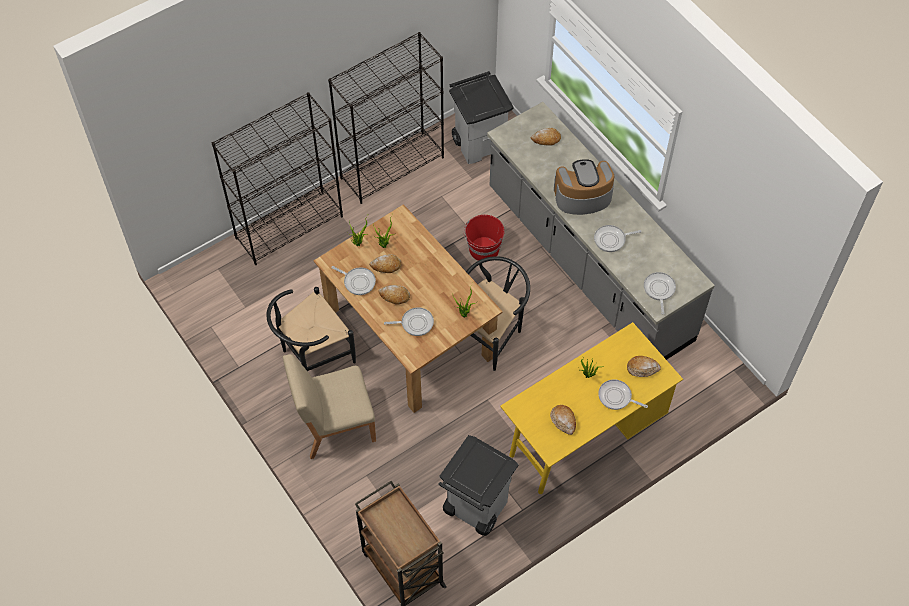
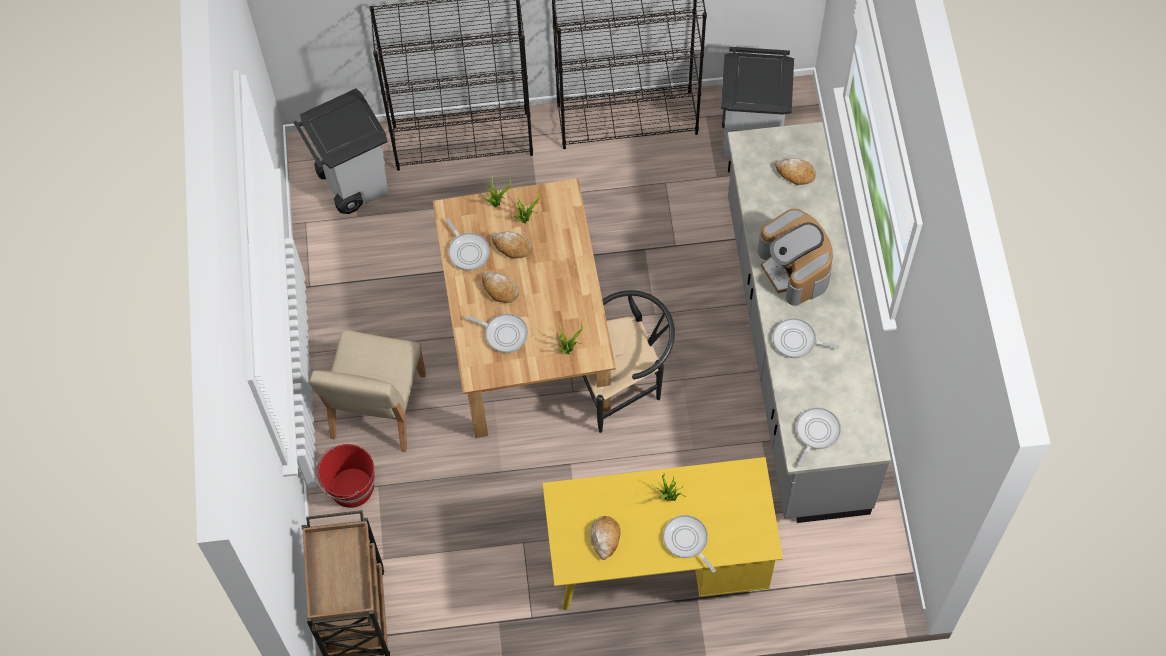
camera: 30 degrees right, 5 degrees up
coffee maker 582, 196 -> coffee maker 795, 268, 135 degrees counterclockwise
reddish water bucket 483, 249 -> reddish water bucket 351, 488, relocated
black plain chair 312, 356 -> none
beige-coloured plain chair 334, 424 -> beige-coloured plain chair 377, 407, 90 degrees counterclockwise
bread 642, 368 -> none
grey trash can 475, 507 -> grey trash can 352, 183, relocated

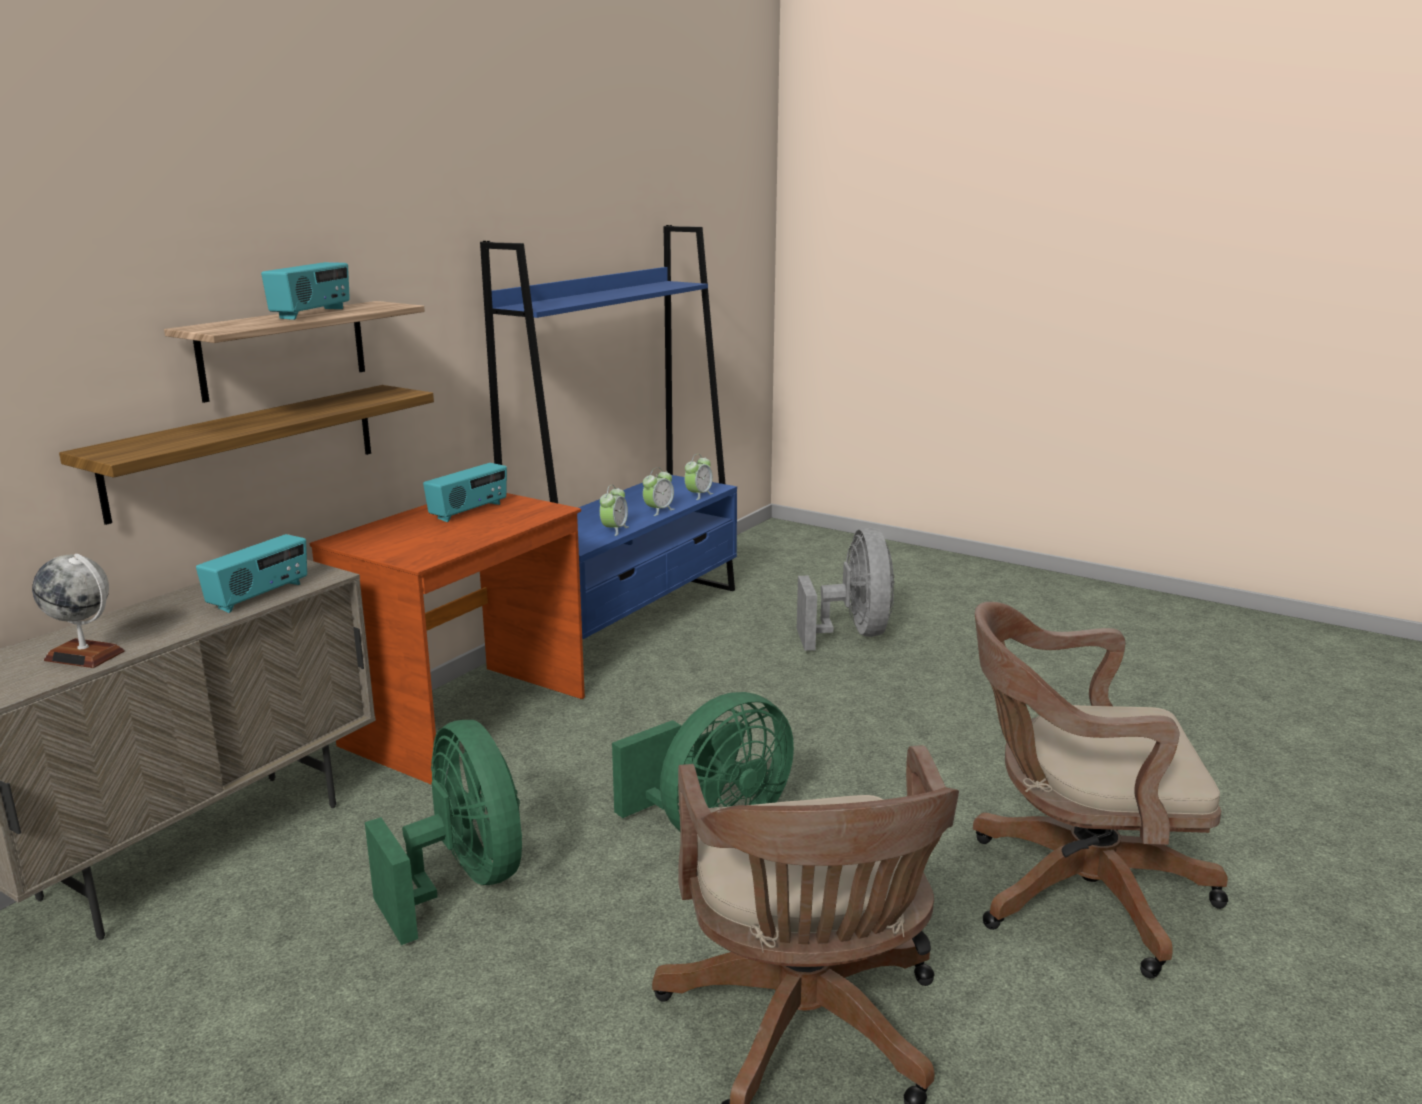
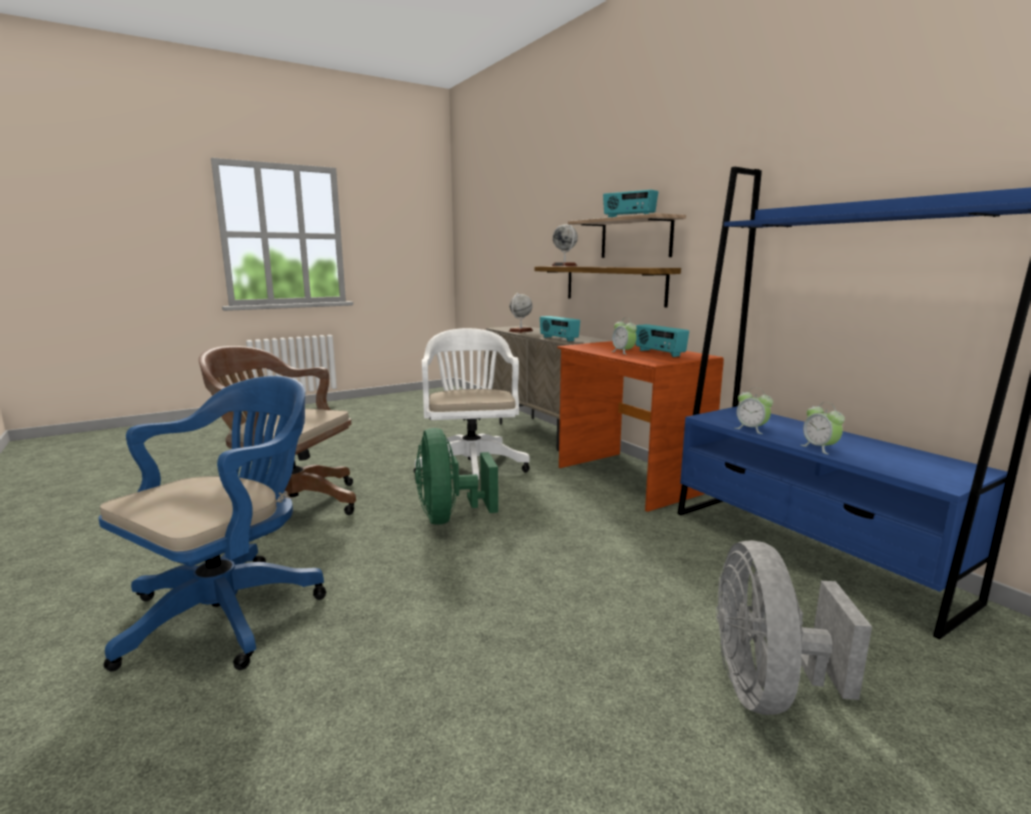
camera: 115 degrees right, 5 degrees down
table clock 698, 495 -> table clock 623, 352, relocated
grey cooling fan 853, 634 -> grey cooling fan 767, 689, 75 degrees clockwise
brownish desk chair 1073, 892 -> blue-coloured desk chair 231, 610
greenish cooling fan 462, 882 -> whitish desk chair 471, 465
none -> desk globe 564, 266

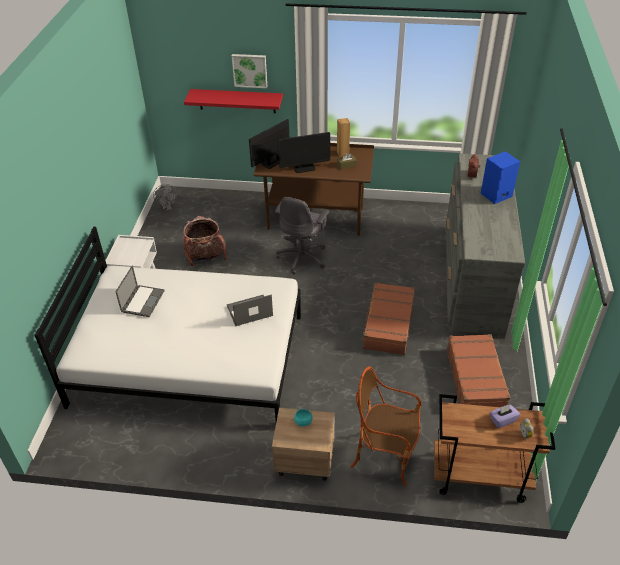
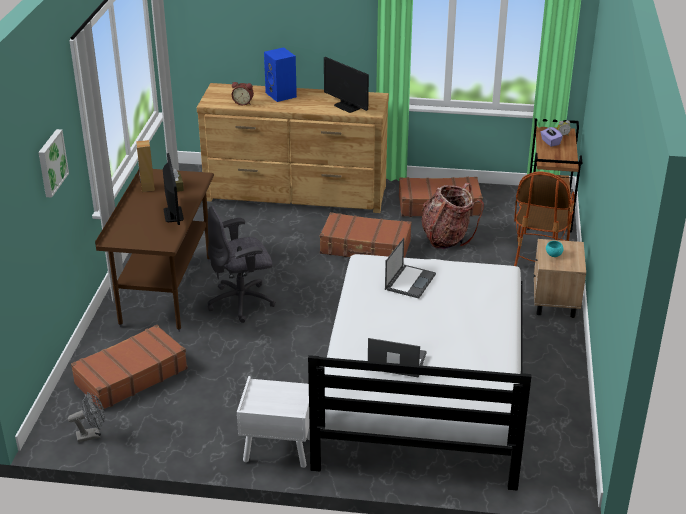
camera: 90 degrees left, 10 degrees down
reddish shelf 237, 101 -> none
computer screen 272, 162 -> computer screen 347, 107, relocated
grey drawer chest 473, 278 -> brownish drawer chest 296, 194
grey desk chair 303, 257 -> grey desk chair 242, 302, 135 degrees clockwise
rucksack 206, 257 -> rucksack 446, 238, relocated
portable computer 249, 311 -> portable computer 410, 281, 135 degrees counterclockwise
none -> brownish travel case 130, 376

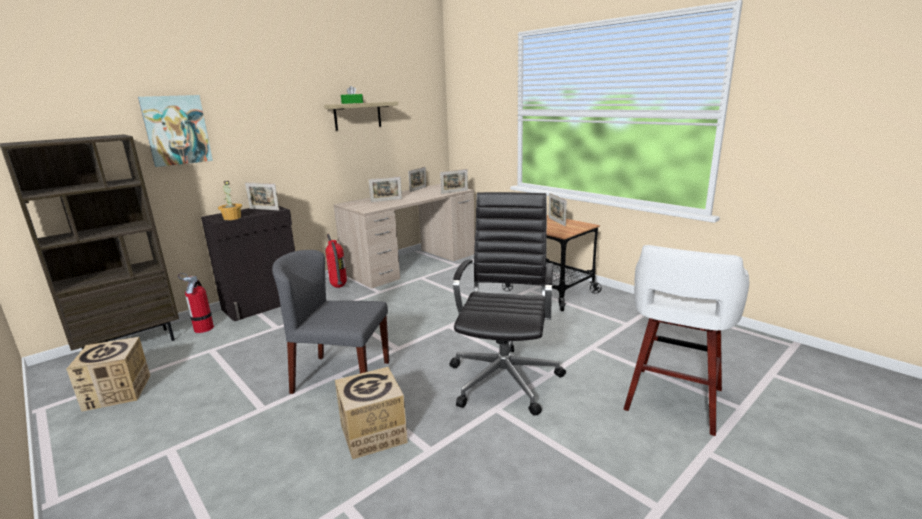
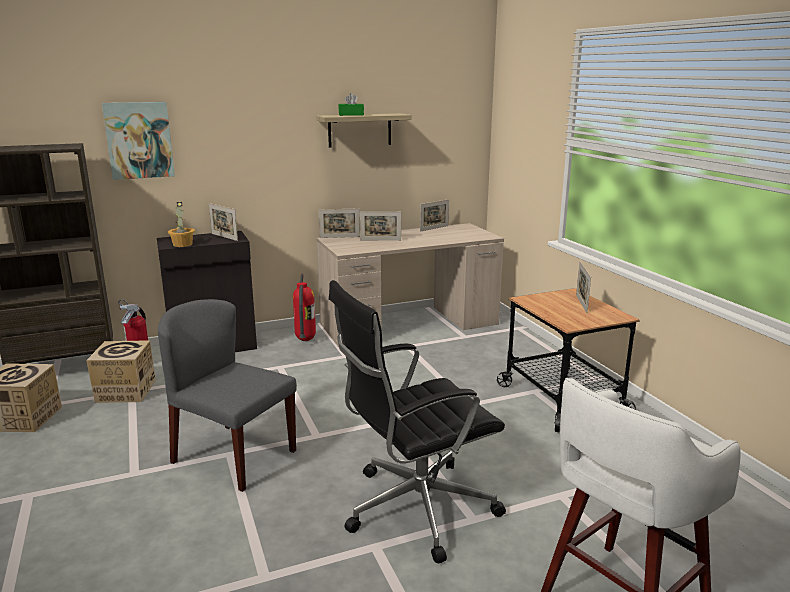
camera: 20 degrees right, 0 degrees up
picture frame 454, 192 -> picture frame 339, 237, relocated
black desk chair 505, 378 -> black desk chair 415, 508, 150 degrees counterclockwise
cardboard box 373, 433 -> cardboard box 125, 391, relocated

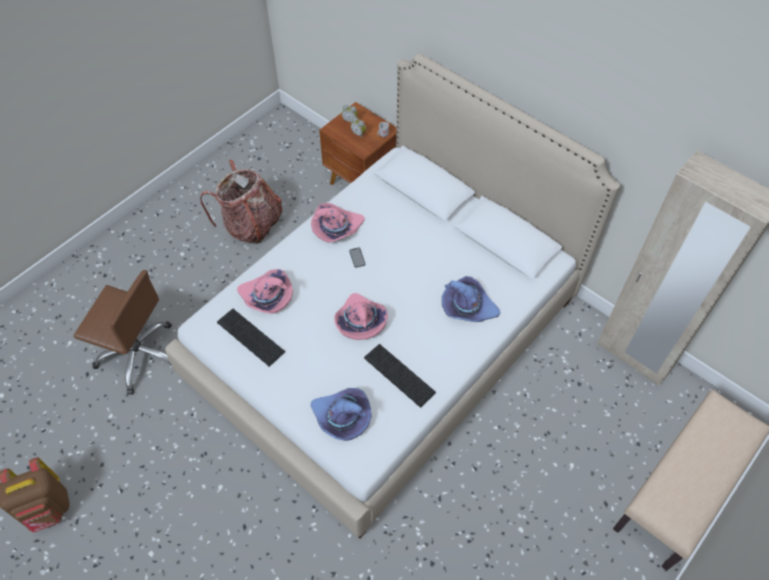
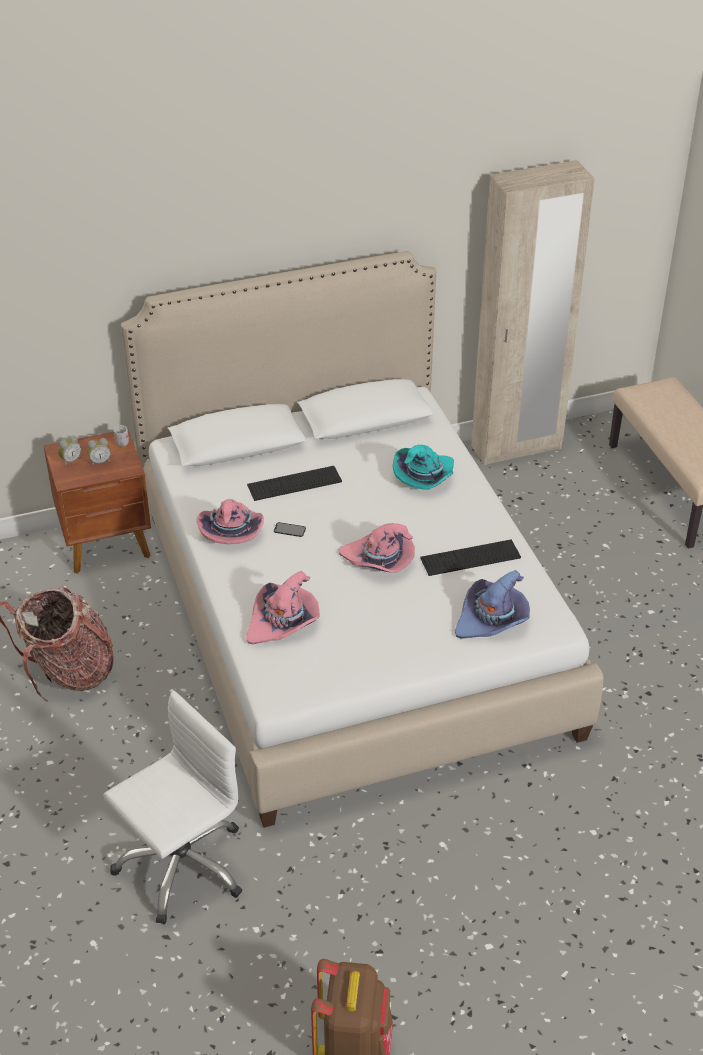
camera: 60 degrees left, 15 degrees down
brownish desk chair 139, 354 -> whitish desk chair 181, 865
purplish hat 467, 307 -> blue-green hat 424, 477
PC keyboard 250, 337 -> PC keyboard 294, 483, relocated

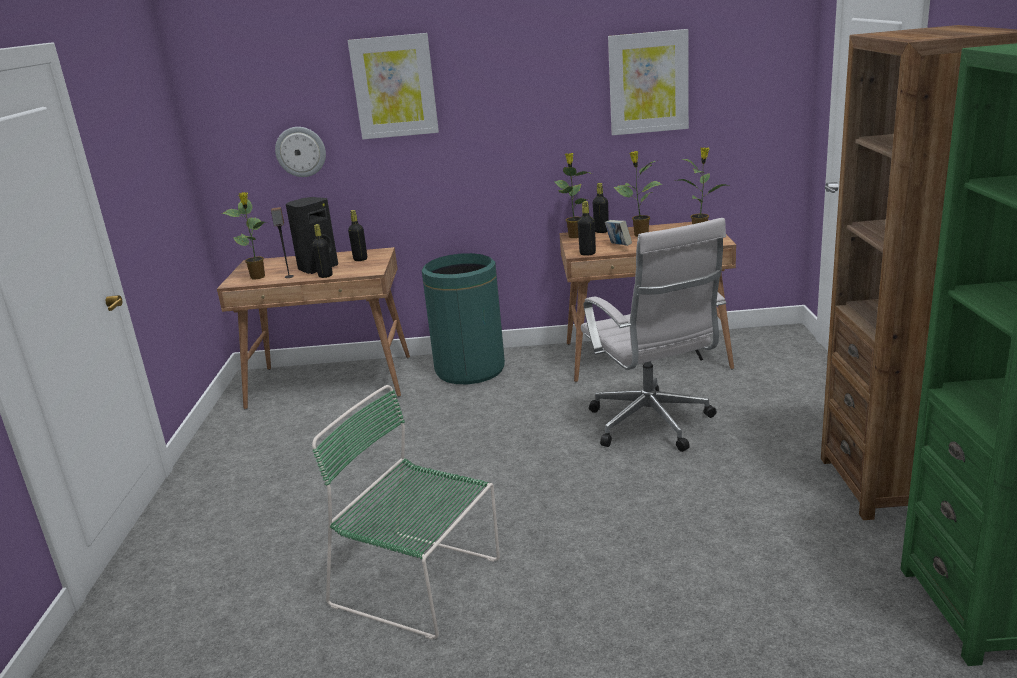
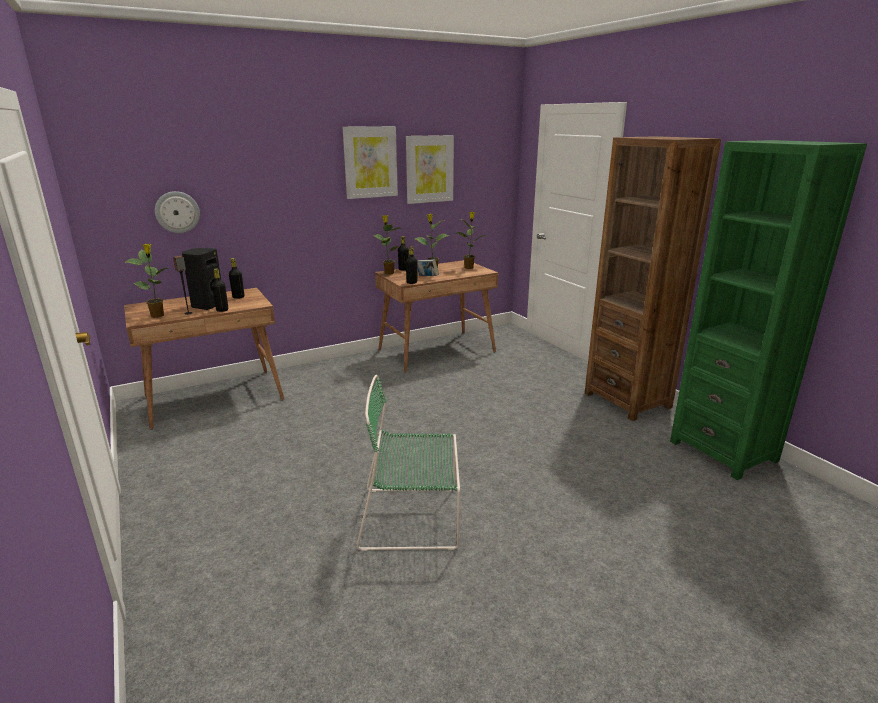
camera: 30 degrees left, 0 degrees up
wall picture 394, 86 -> wall picture 370, 162, relocated
whitish desk chair 652, 426 -> none
greenish trash can 470, 370 -> none

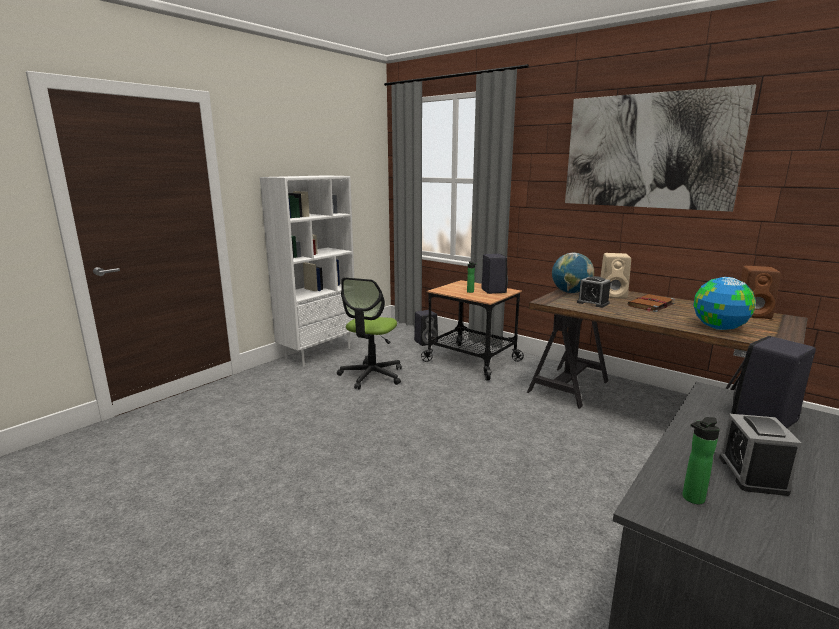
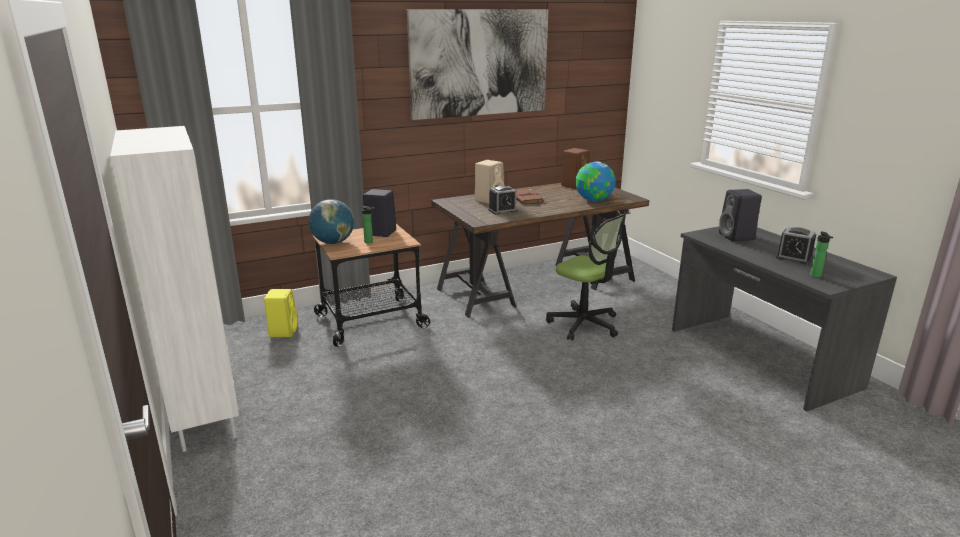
camera: 65 degrees left, 5 degrees up
desk globe 570, 292 -> desk globe 333, 242, relocated
desk chair 371, 376 -> desk chair 584, 324, relocated
black loudspeaker 426, 342 -> yellow-coloured loudspeaker 283, 331

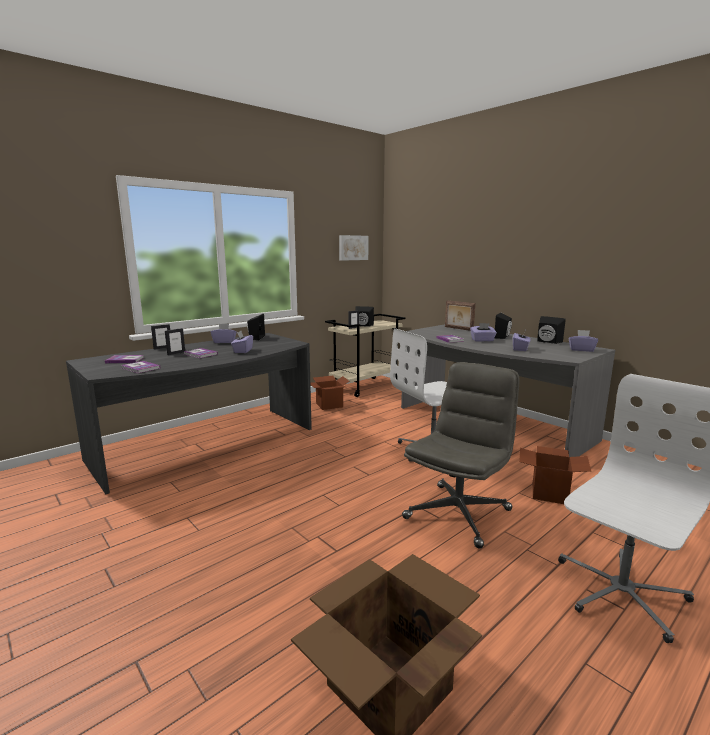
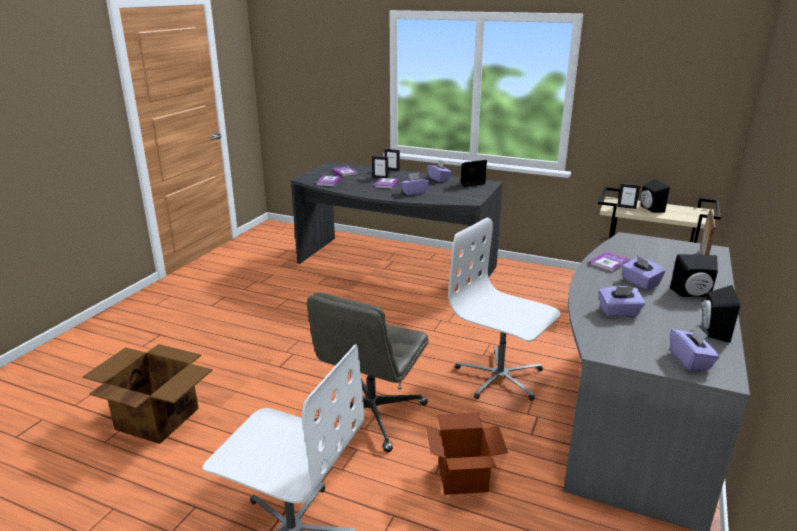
camera: 65 degrees right, 10 degrees up
wall picture 352, 247 -> none
grey desk chair 458, 513 -> grey desk chair 371, 416, 105 degrees clockwise
cardboard box 329, 405 -> none

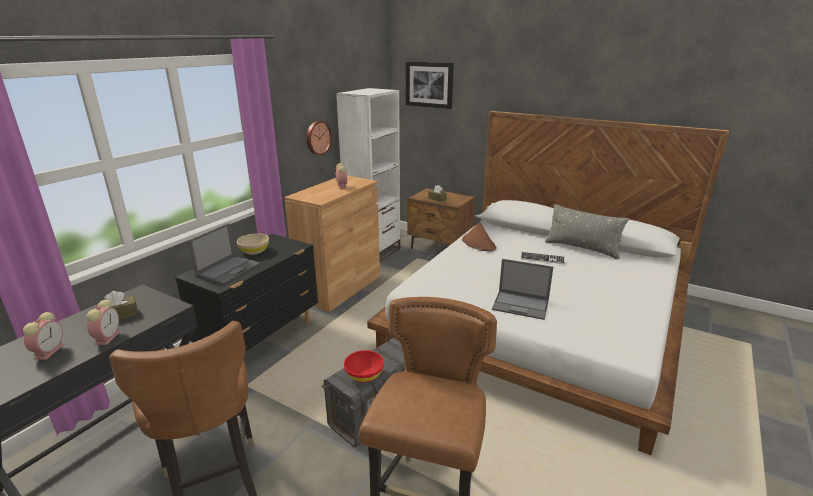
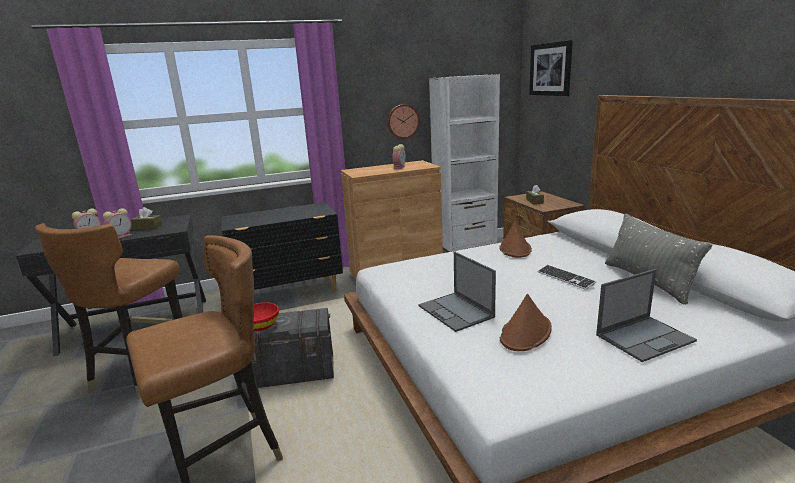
camera: 40 degrees right, 5 degrees down
portable computer 229, 269 -> portable computer 645, 337, relocated
beige-coloured serving bowl 254, 251 -> none
none -> brownish hat 525, 333

